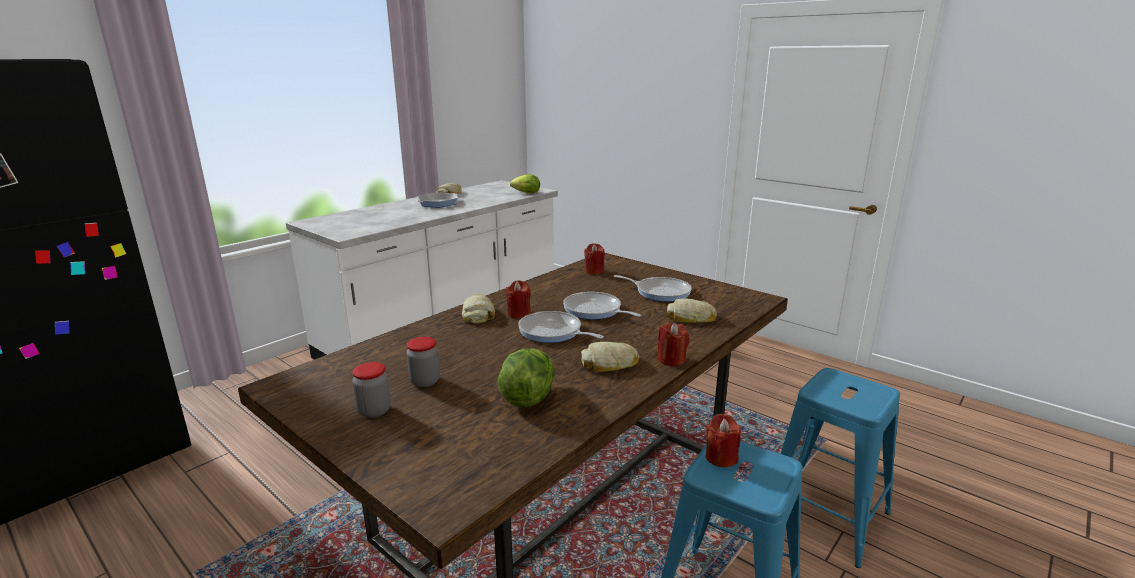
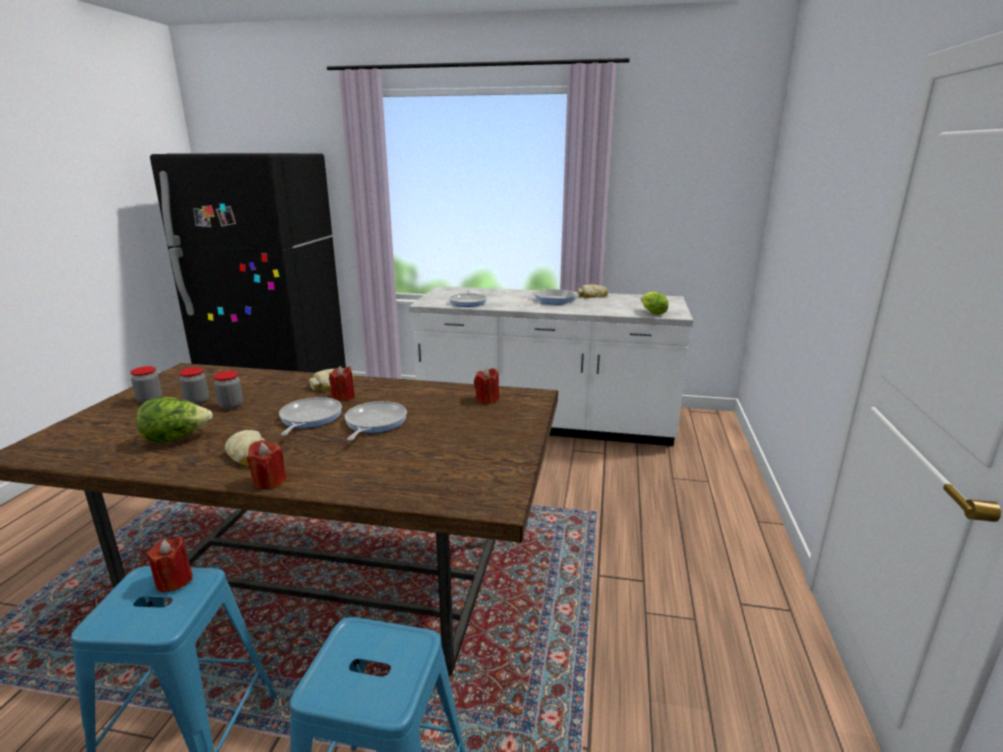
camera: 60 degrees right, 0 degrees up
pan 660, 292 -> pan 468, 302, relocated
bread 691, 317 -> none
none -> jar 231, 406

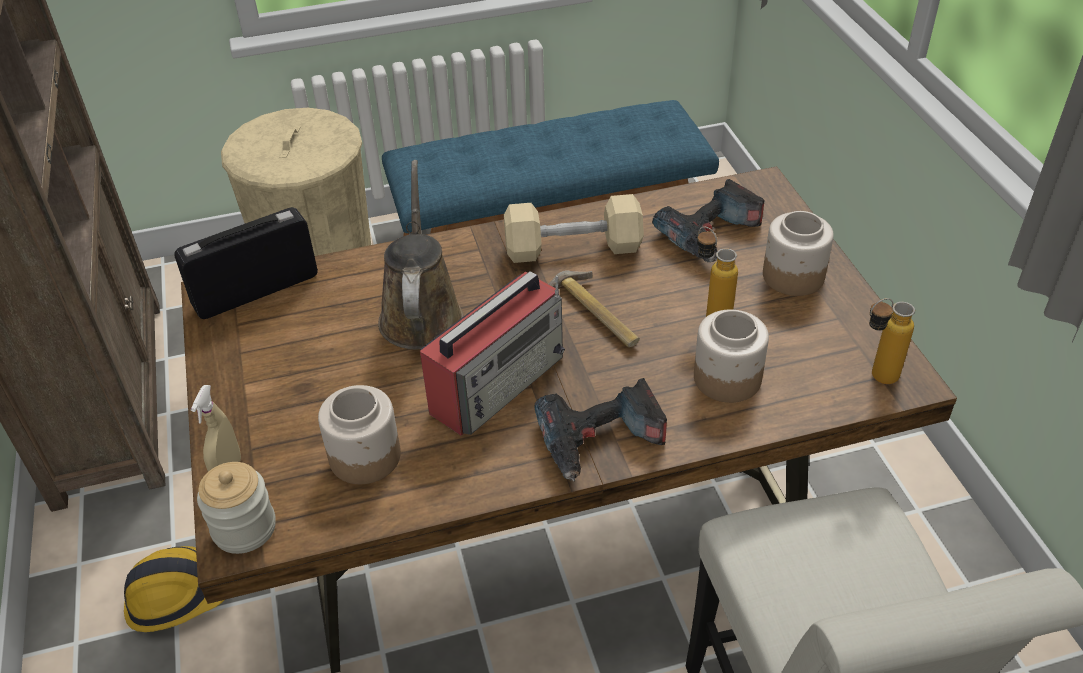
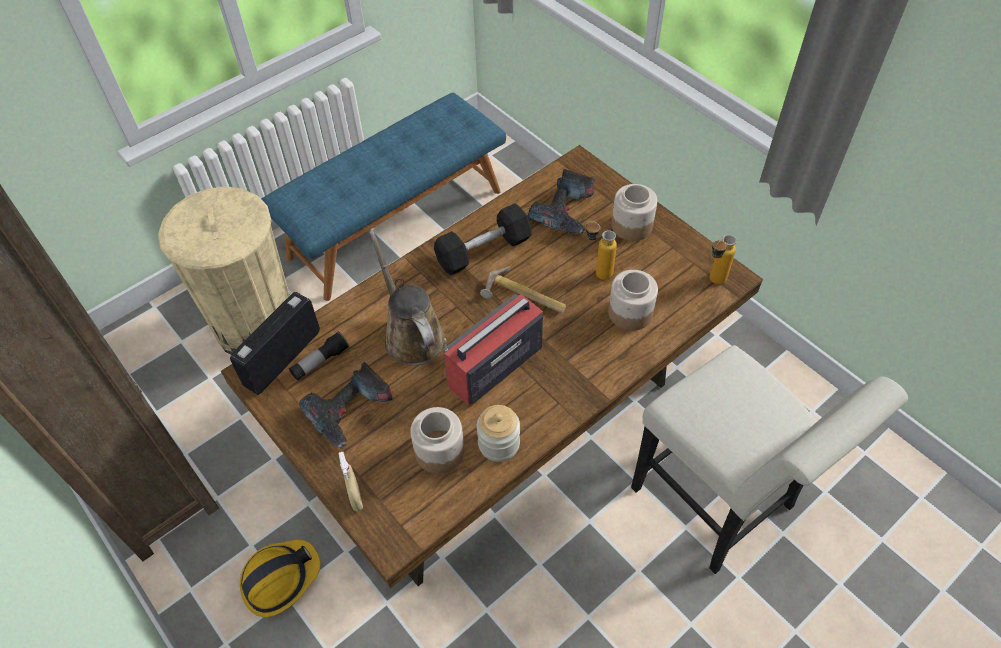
camera: 25 degrees left, 10 degrees up
beige-coloured hand weight 573, 248 -> black hand weight 483, 251
radio receiver 499, 382 -> radio receiver 493, 367, 150 degrees counterclockwise
electric drill 600, 441 -> electric drill 351, 412, relocated
jar 244, 528 -> jar 499, 444, relocated
none -> torch 320, 362

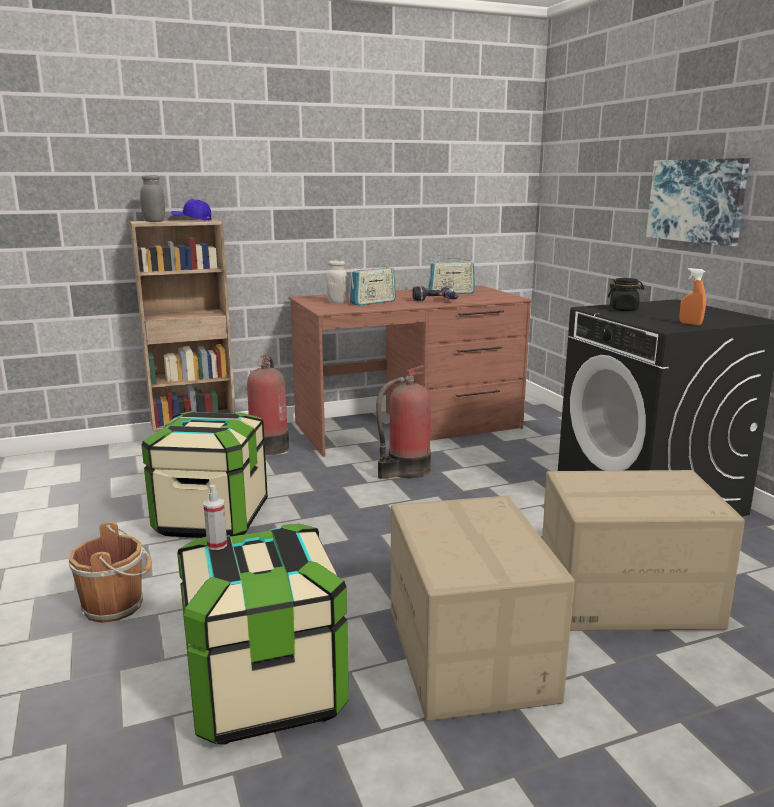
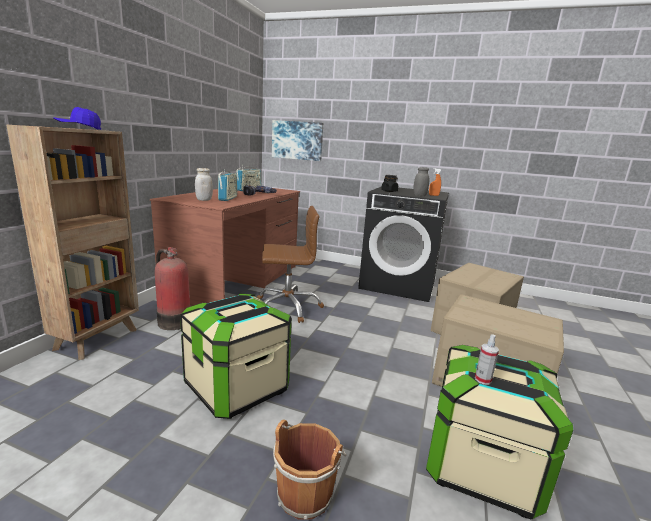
camera: 50 degrees left, 0 degrees up
wall picture 697, 201 -> wall picture 297, 140, relocated
grey jar 154, 221 -> grey jar 419, 195, relocated
fire-fighting cylinder 406, 471 -> brownish desk chair 287, 307

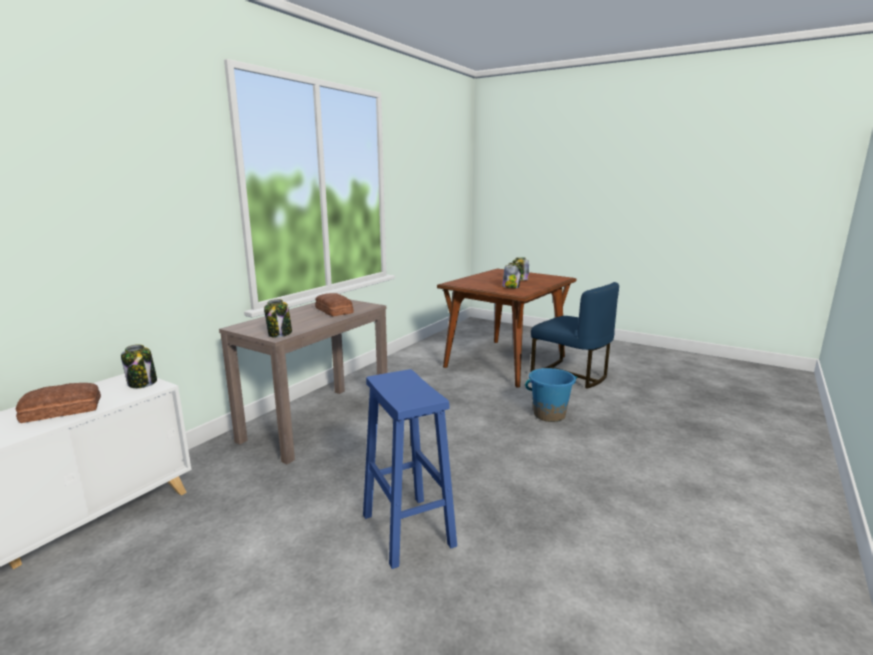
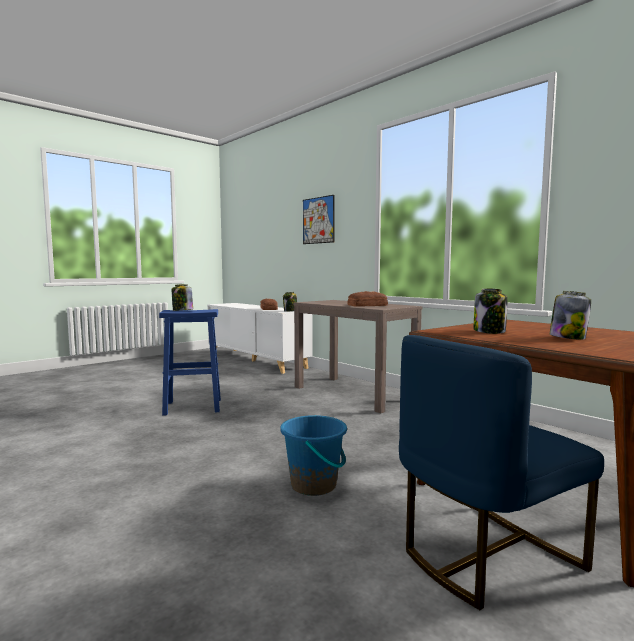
camera: 105 degrees right, 10 degrees down
jar 280, 334 -> jar 182, 311, relocated
none -> wall picture 318, 220

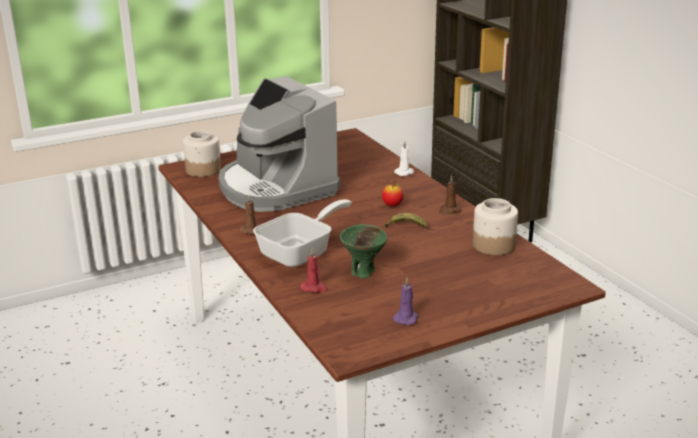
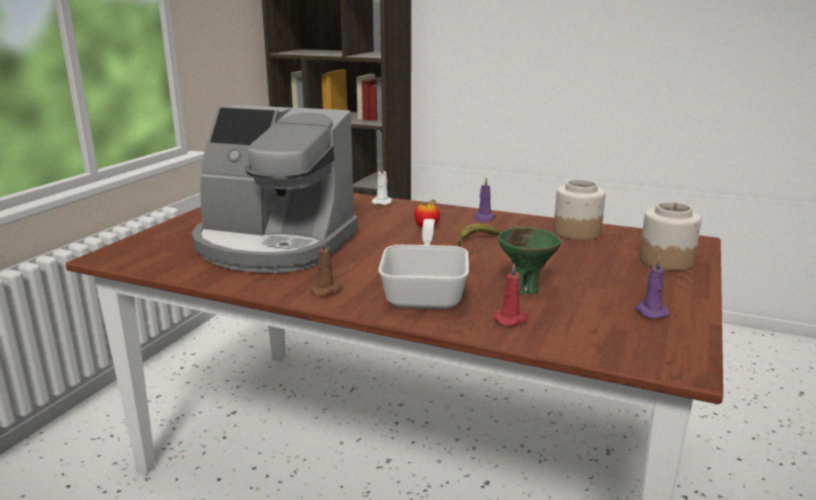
camera: 40 degrees left, 5 degrees down
jar 204, 170 -> jar 666, 261, relocated
brownish candle 449, 210 -> purplish candle 484, 218

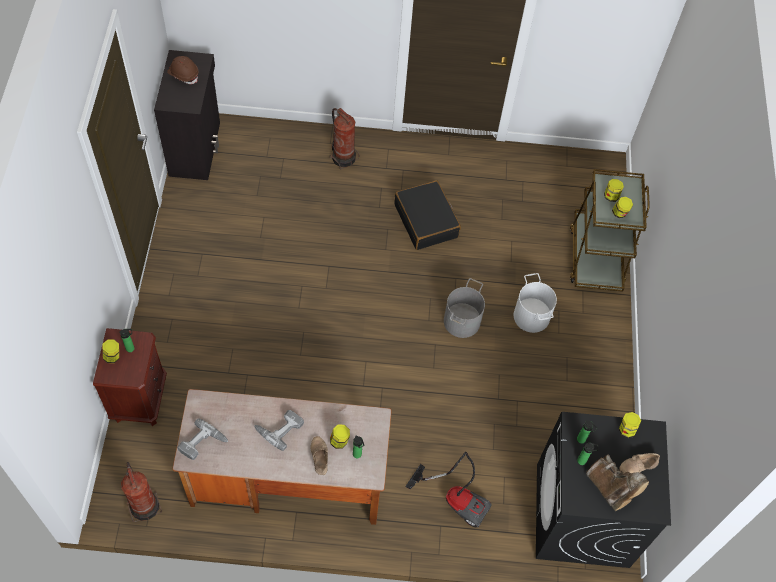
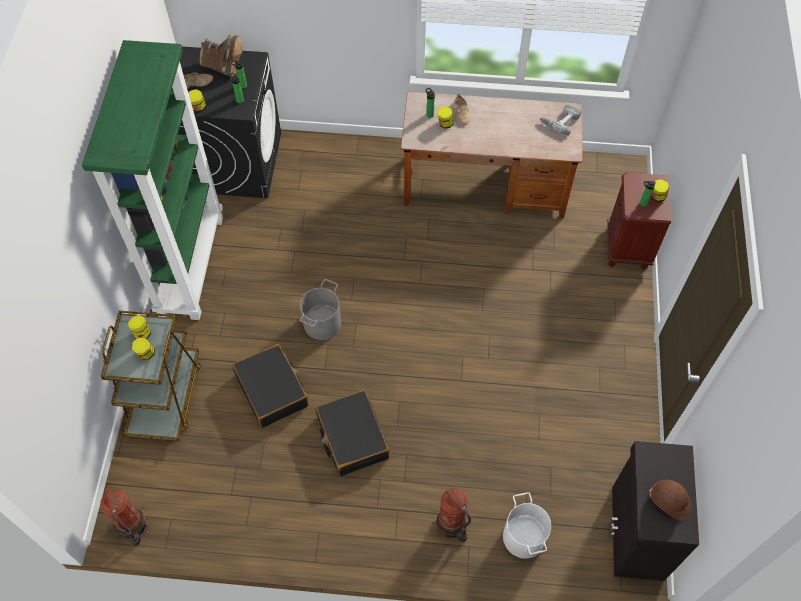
camera: 175 degrees left, 0 degrees up
whitish water bucket 531, 316 -> whitish water bucket 524, 537, relocated
electric drill 279, 428 -> none
hoover 456, 499 -> none
brownish boot 610, 489 -> brownish boot 223, 67, 150 degrees clockwise
fire-fighting cylinder 145, 505 -> fire-fighting cylinder 132, 526, relocated
none -> greenish bookcase 190, 264
none -> black travel case 272, 390

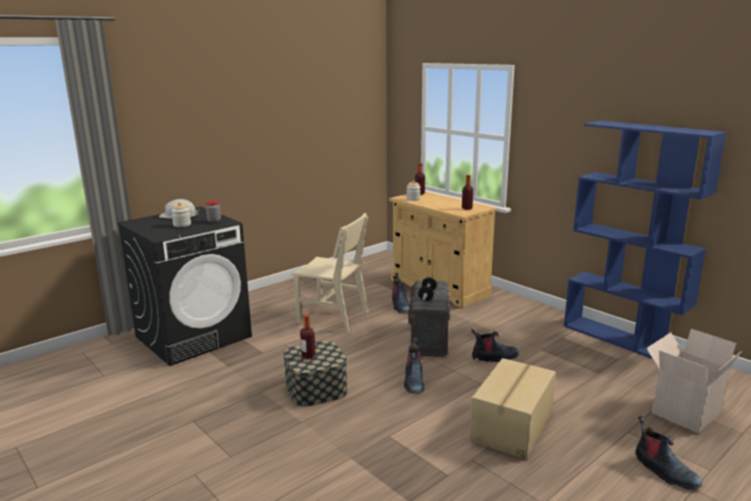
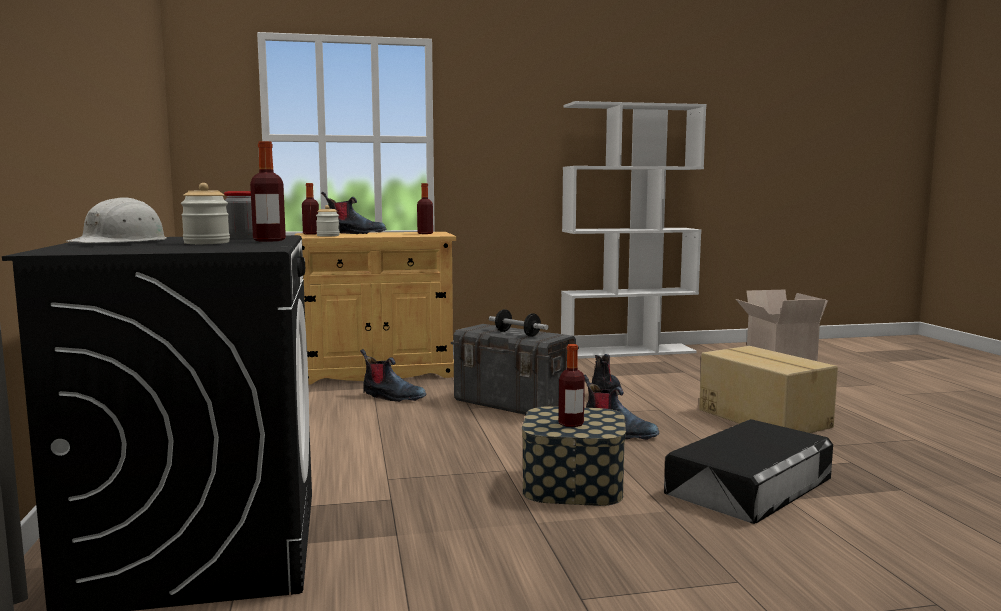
camera: 60 degrees left, 10 degrees down
blue-coloured bookcase 623, 339 -> whitish bookcase 628, 351
beige-coloured plain chair 333, 317 -> none
boot 664, 471 -> boot 354, 233, relocated
none -> drink bottle 269, 240
none -> black storage bin 749, 486

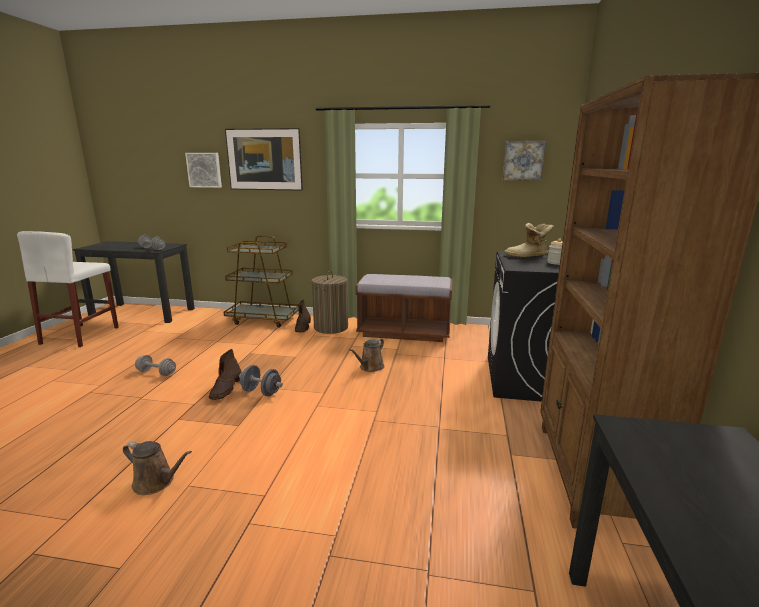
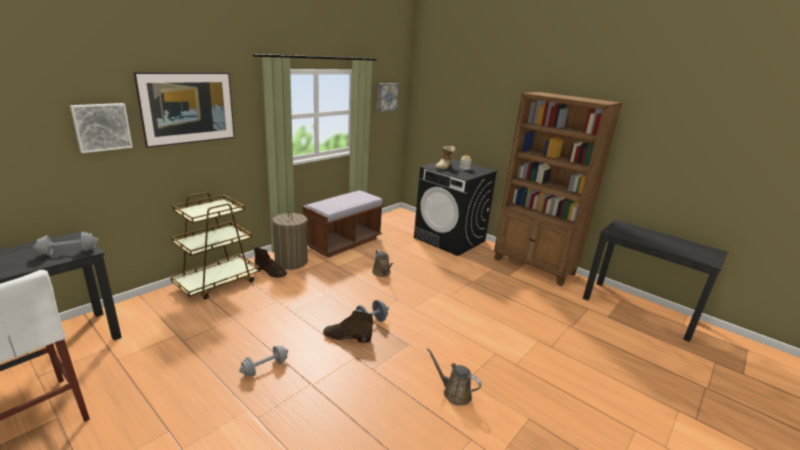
camera: 60 degrees left, 5 degrees up
brownish boot 226, 389 -> brownish boot 346, 337, 150 degrees clockwise
brownish sprinkling can 156, 482 -> brownish sprinkling can 454, 393, 105 degrees counterclockwise

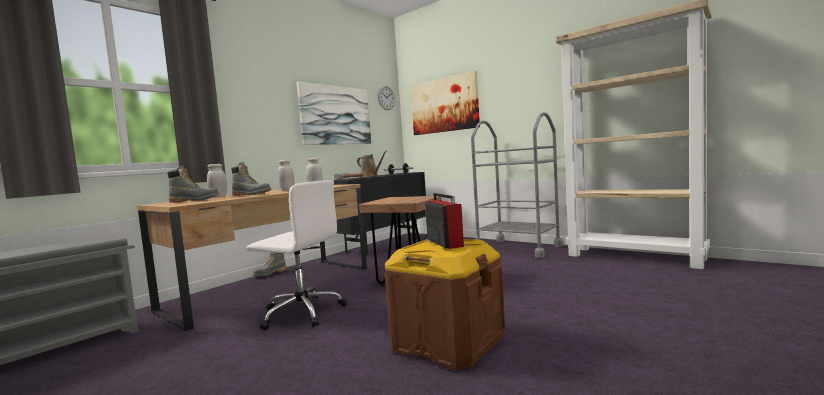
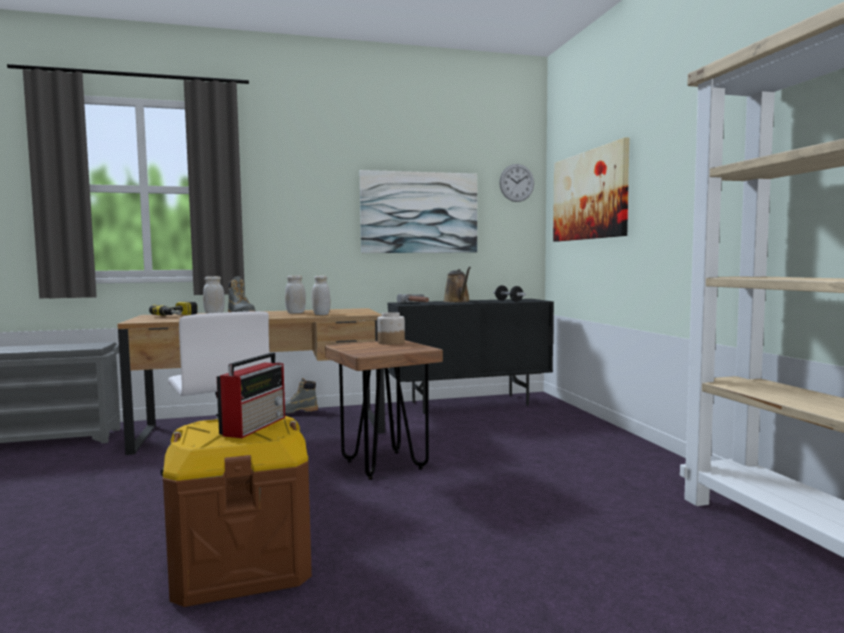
camera: 35 degrees right, 0 degrees up
grey cart 518, 248 -> none
grey boot 194, 200 -> electric drill 179, 316
none -> jar 390, 342

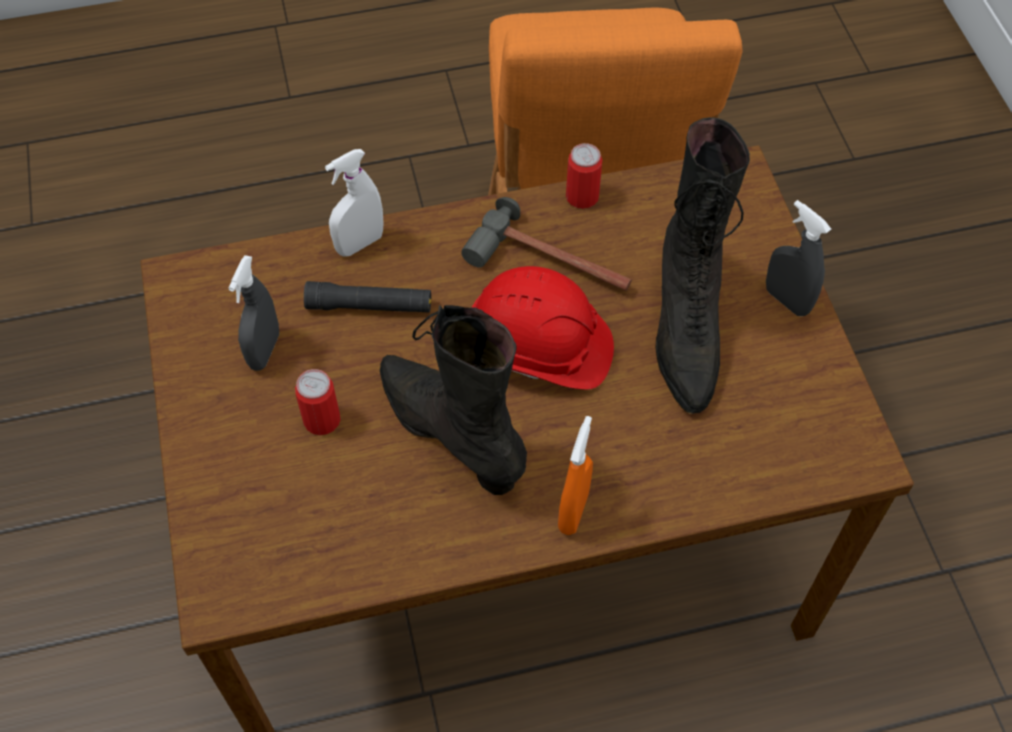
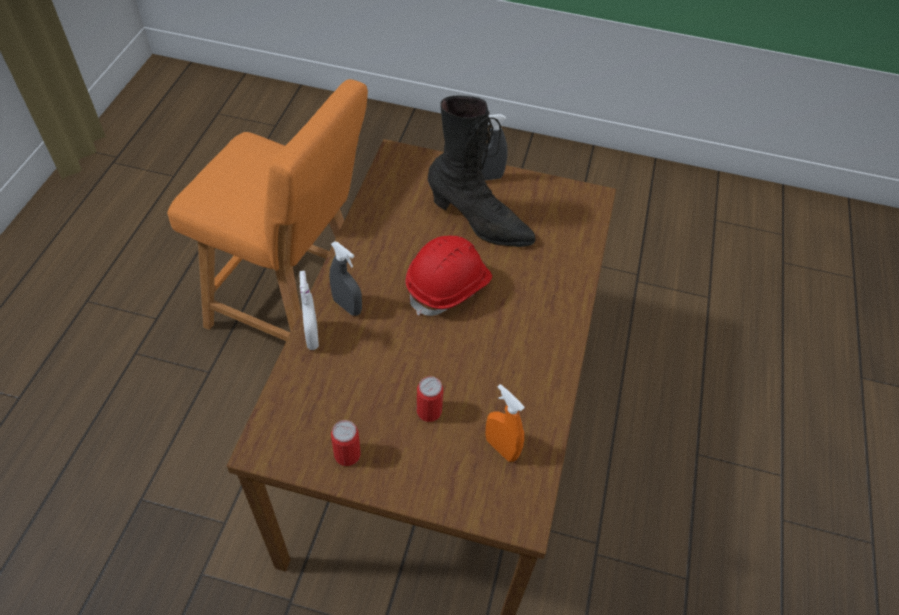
camera: 65 degrees left, 5 degrees down
sealed can 582, 197 -> sealed can 347, 454, relocated
tool hammer 551, 265 -> none
grey spray bottle 264, 350 -> grey spray bottle 347, 306, relocated
black torch 369, 306 -> none
black boot 451, 433 -> none
orangey spray bottle 573, 511 -> orangey spray bottle 501, 448, relocated

